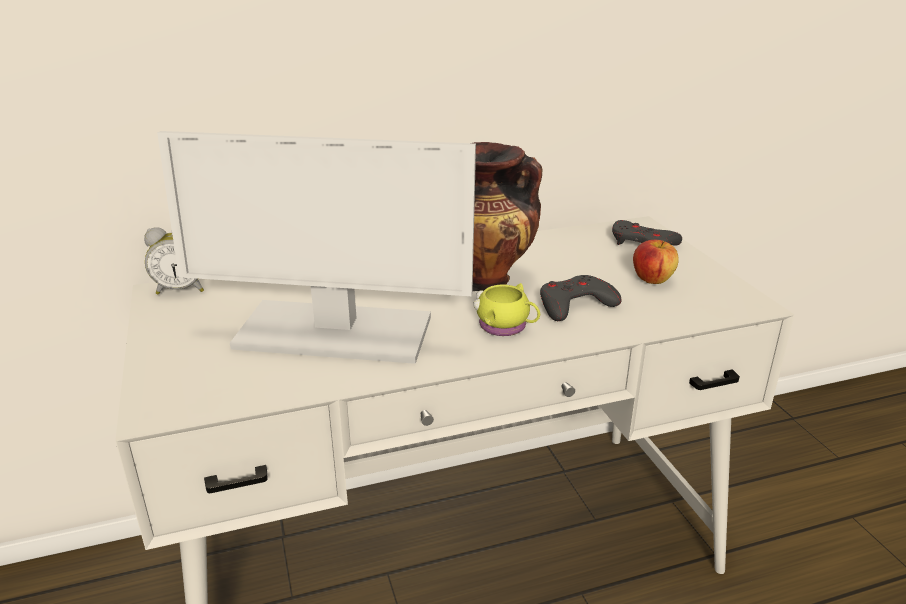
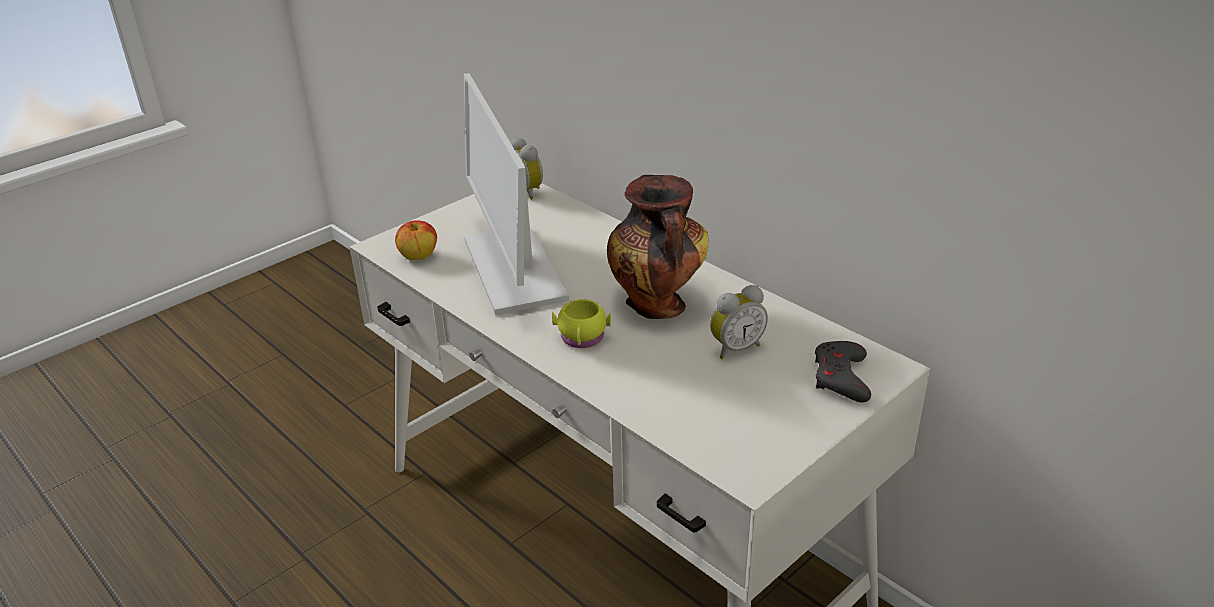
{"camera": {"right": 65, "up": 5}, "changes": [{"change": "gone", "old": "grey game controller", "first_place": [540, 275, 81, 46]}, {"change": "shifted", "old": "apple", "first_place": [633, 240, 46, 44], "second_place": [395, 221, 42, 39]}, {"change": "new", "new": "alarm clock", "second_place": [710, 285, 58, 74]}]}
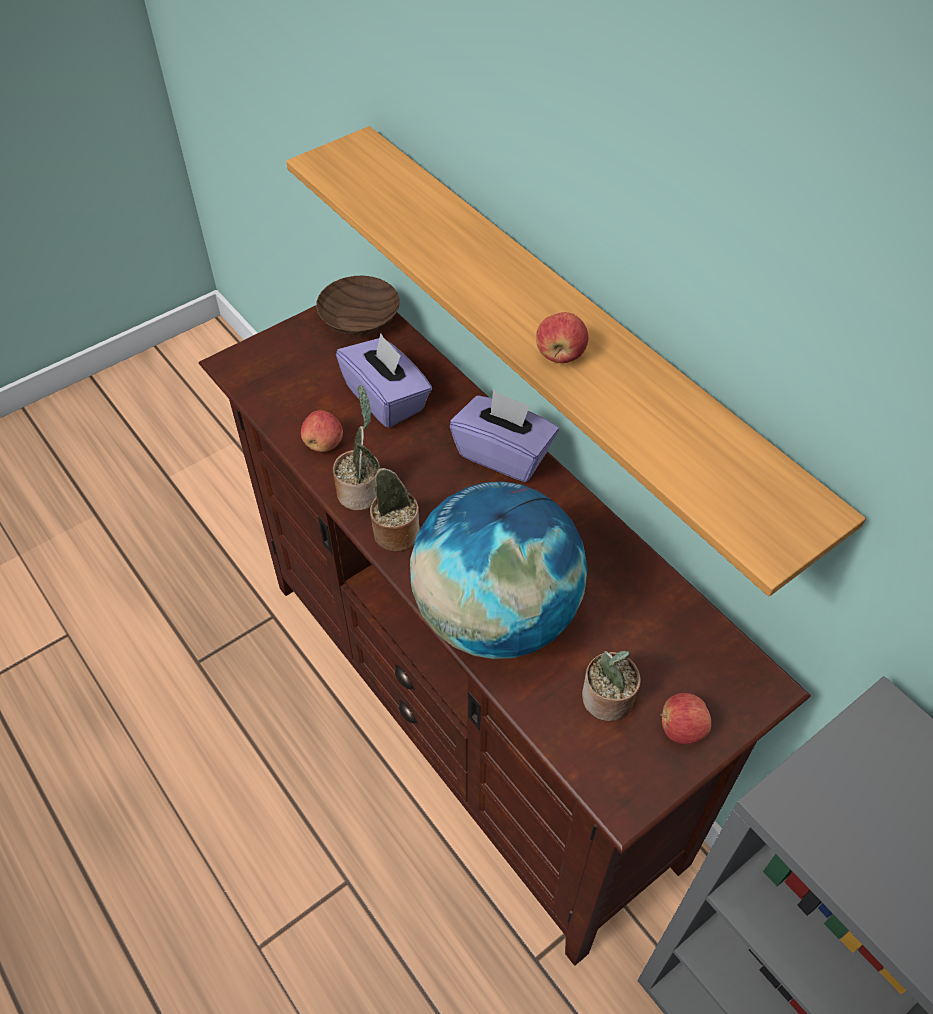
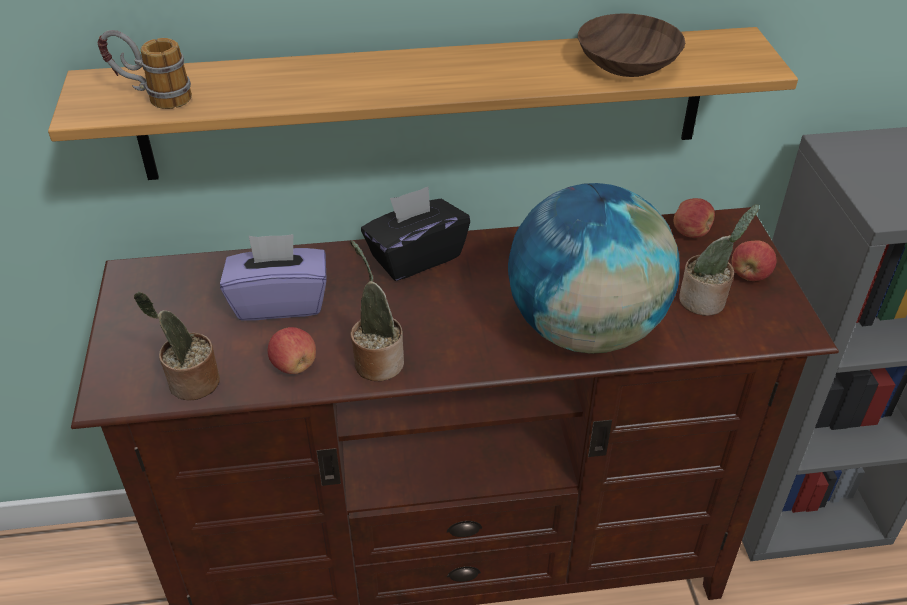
{"camera": {"right": -60, "up": -10}, "changes": [{"change": "shifted", "old": "brown bowl", "first_place": [316, 276, 84, 59], "second_place": [578, 13, 107, 64]}, {"change": "shifted", "old": "potted plant", "first_place": [356, 444, 64, 108], "second_place": [134, 292, 86, 108]}, {"change": "repainted", "old": "purple tissue box", "new": "black tissue box", "first_place": [450, 389, 109, 93], "second_place": [361, 187, 109, 94]}, {"change": "shifted", "old": "apple", "first_place": [536, 312, 52, 51], "second_place": [673, 198, 42, 40]}, {"change": "new", "new": "mug", "second_place": [98, 30, 94, 79]}]}
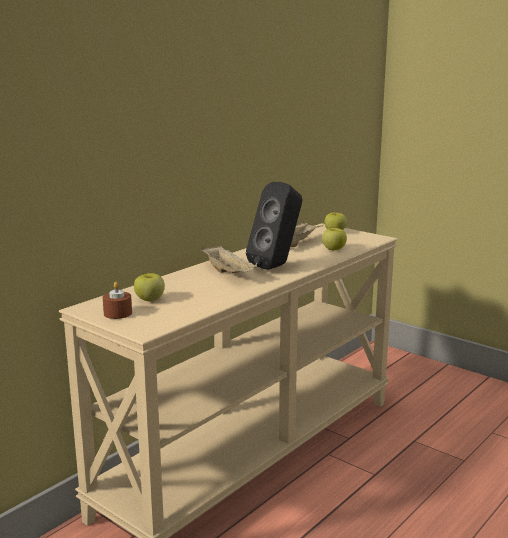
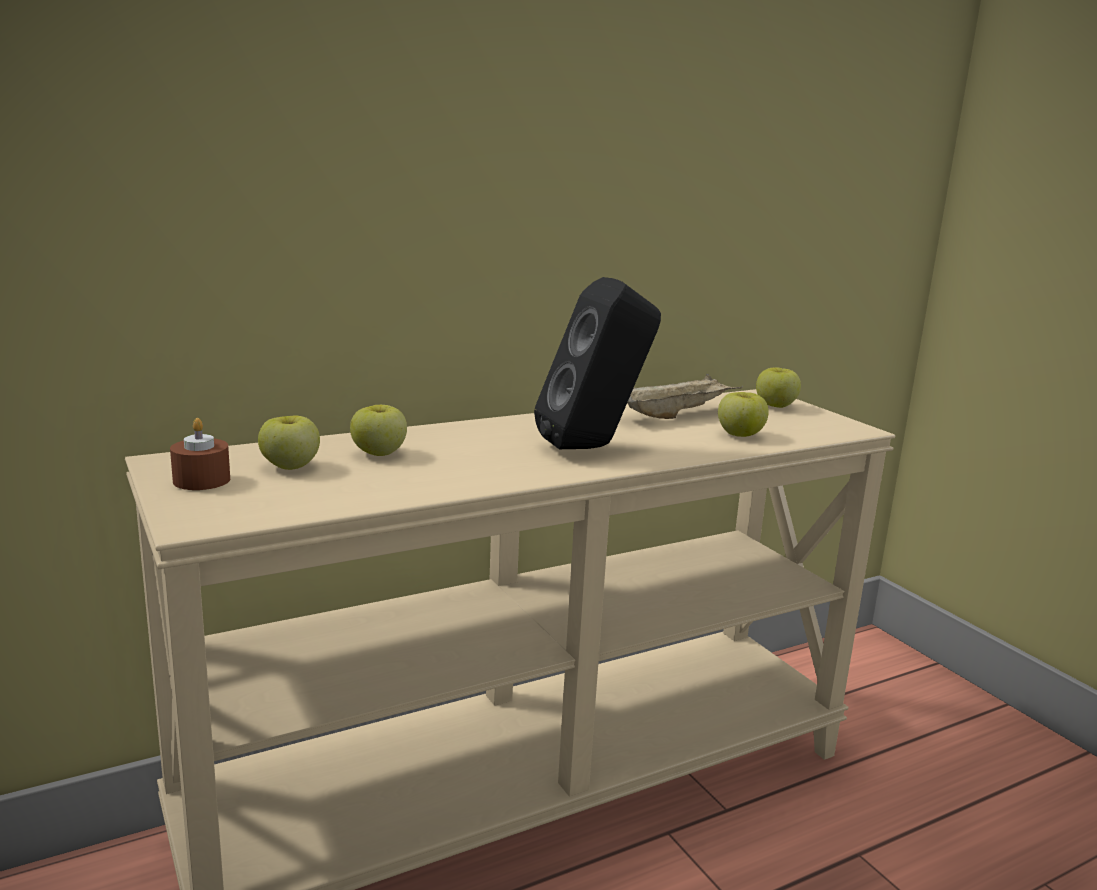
{"camera": {"right": 20, "up": 0}, "changes": [{"change": "gone", "old": "beige tray", "first_place": [201, 246, 56, 27]}, {"change": "new", "new": "apple", "second_place": [350, 405, 57, 51]}]}
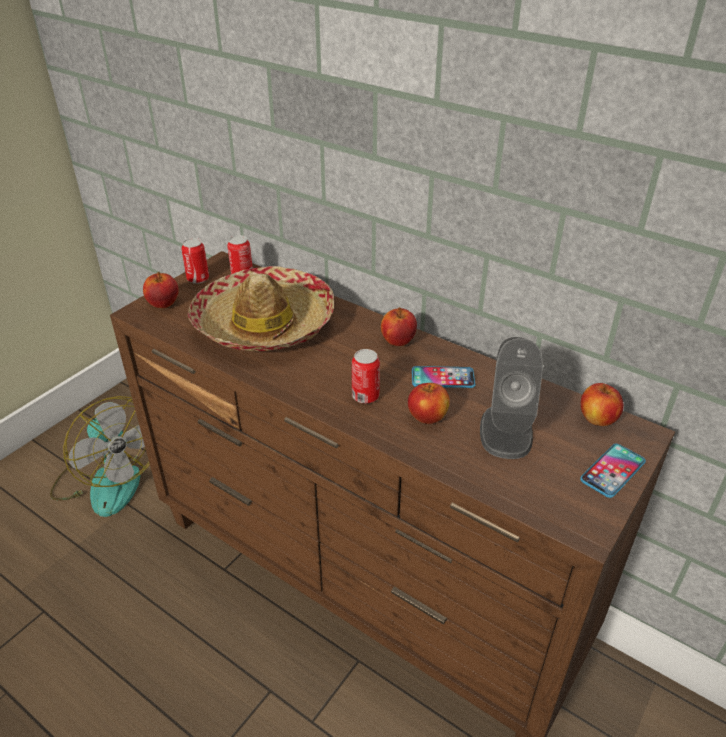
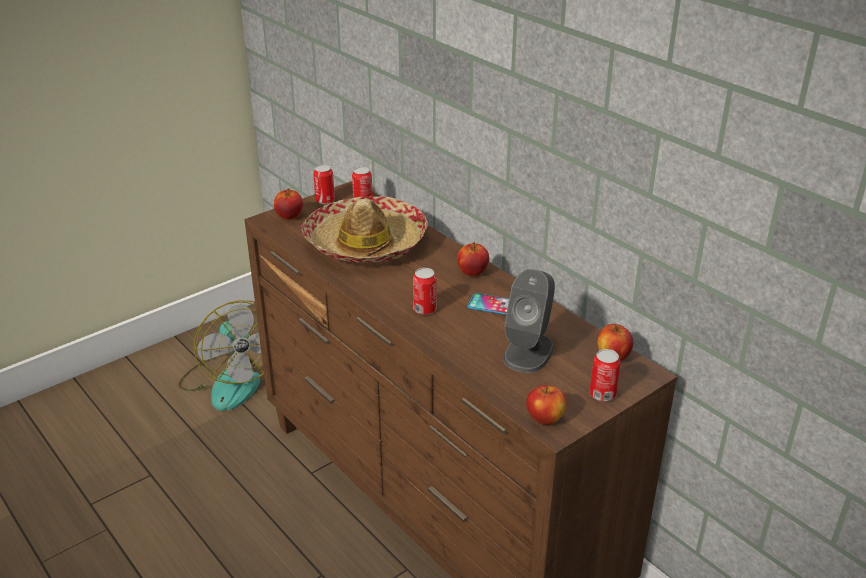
{"camera": {"right": 15, "up": -5}, "changes": [{"change": "shifted", "old": "apple", "first_place": [408, 383, 42, 41], "second_place": [526, 385, 41, 40]}, {"change": "swapped", "old": "phone", "new": "can", "first_place": [580, 444, 66, 54], "second_place": [590, 349, 31, 53]}]}
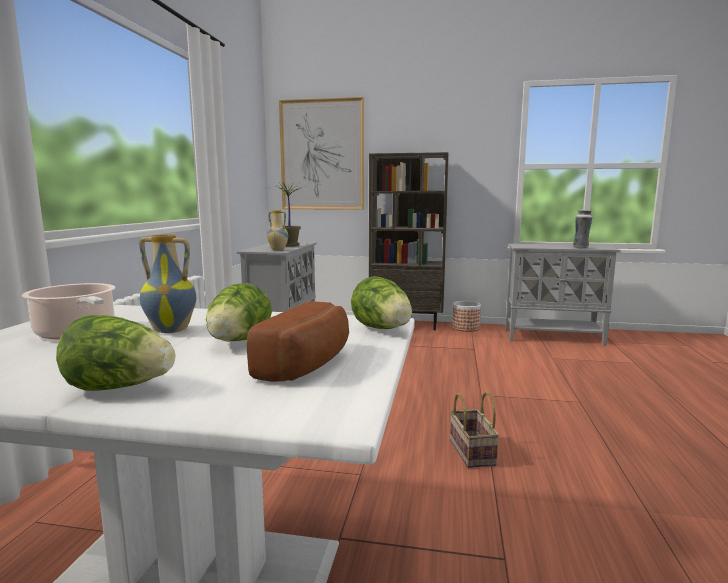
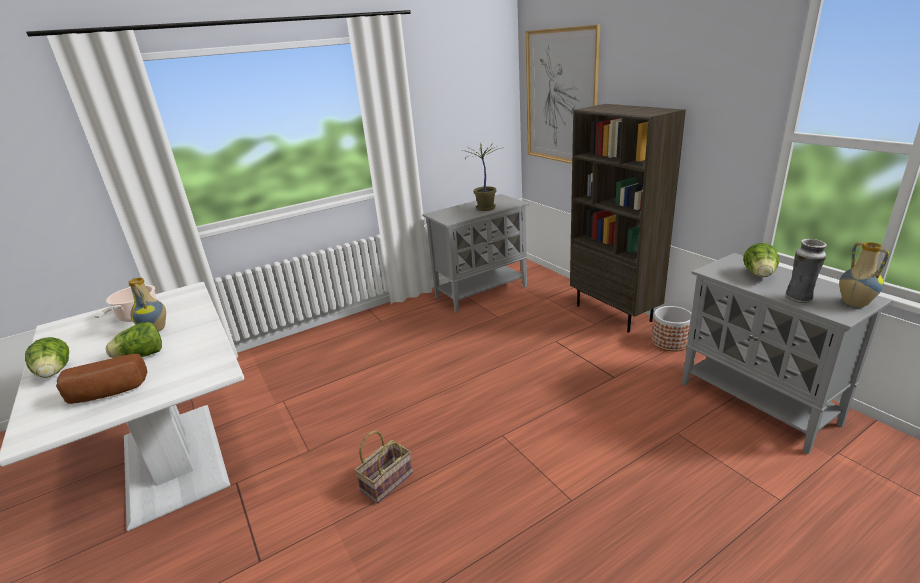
{"camera": {"right": 50, "up": 15}, "changes": [{"change": "shifted", "old": "vase", "first_place": [267, 210, 22, 40], "second_place": [839, 242, 50, 65]}, {"change": "shifted", "old": "lettuce", "first_place": [351, 276, 61, 53], "second_place": [743, 243, 37, 34]}]}
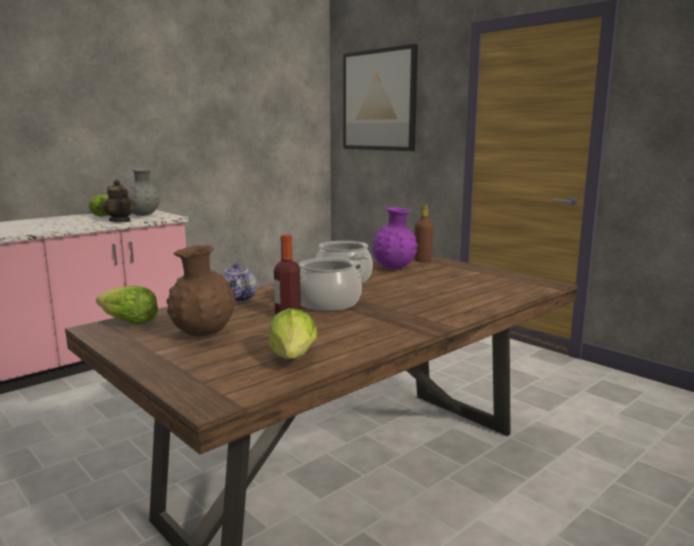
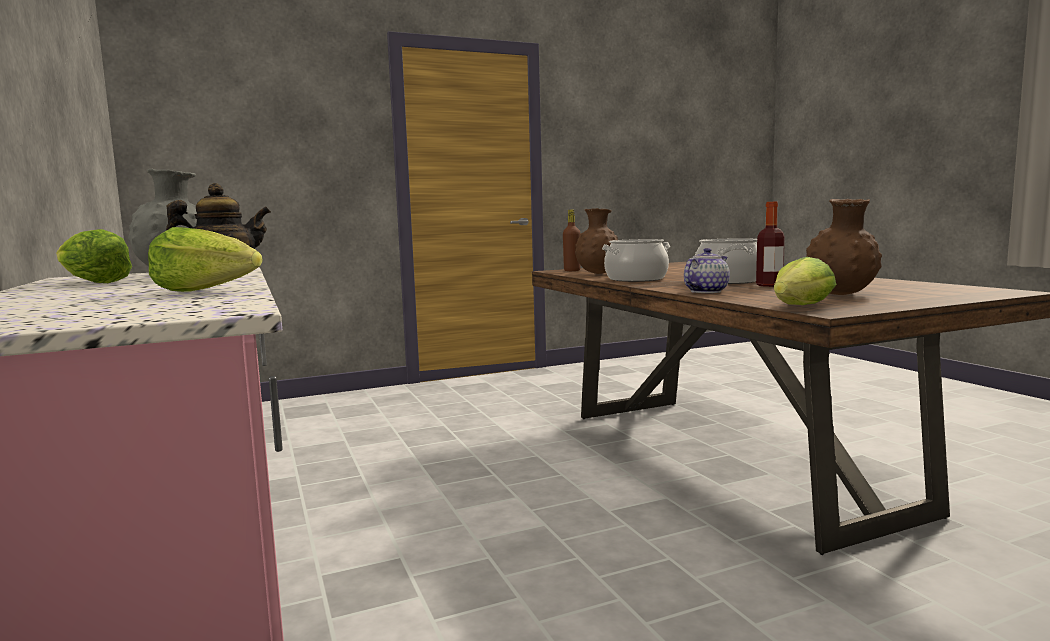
{"camera": {"right": -70, "up": -5}, "changes": [{"change": "rotated", "old": "teapot", "first_place": [222, 263, 34, 40], "second_place": [684, 248, 46, 45], "degrees": -60}, {"change": "shifted", "old": "lettuce", "first_place": [269, 308, 49, 51], "second_place": [148, 227, 115, 65]}, {"change": "gone", "old": "picture", "first_place": [343, 44, 75, 107]}, {"change": "repainted", "old": "purple vase", "new": "brown vase", "first_place": [372, 207, 46, 62], "second_place": [575, 208, 43, 66]}]}
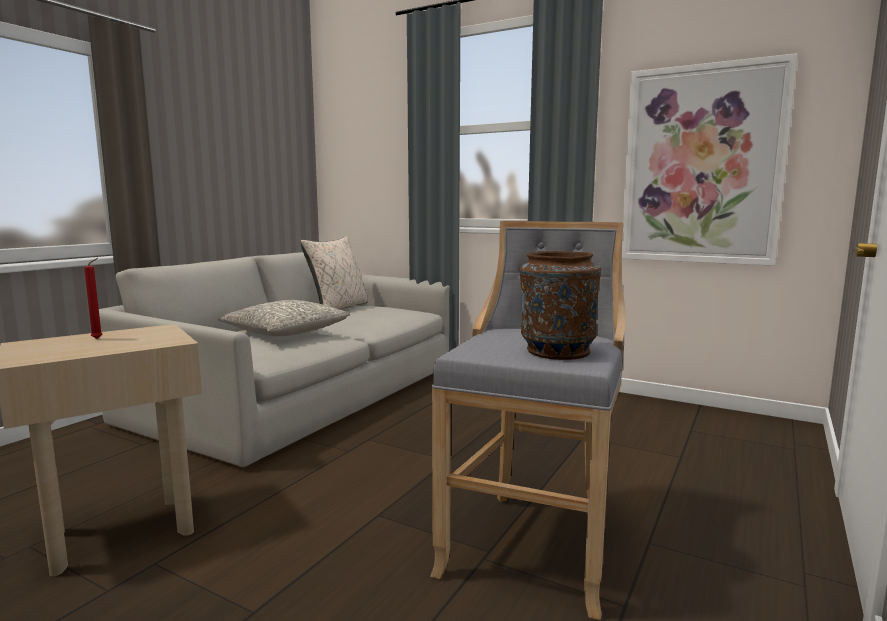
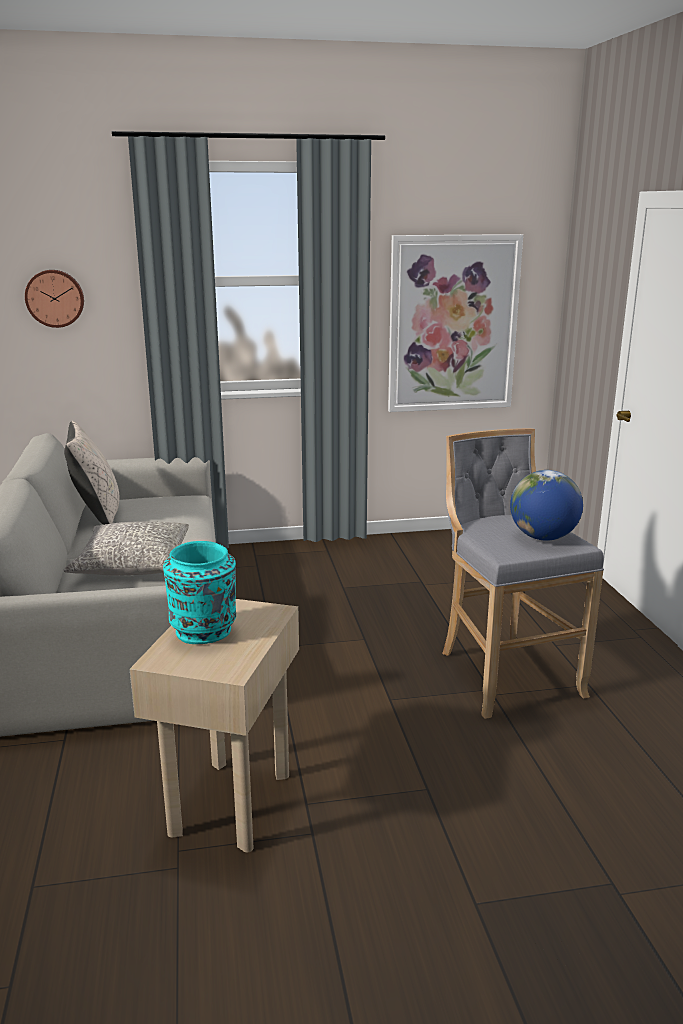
{"camera": {"right": -40, "up": 10}, "changes": [{"change": "swapped", "old": "red candle", "new": "turquoise vase", "first_place": [84, 258, 18, 81], "second_place": [163, 541, 73, 103]}, {"change": "swapped", "old": "brown vase", "new": "globe", "first_place": [519, 251, 82, 109], "second_place": [510, 470, 73, 71]}, {"change": "new", "new": "wall clock", "second_place": [25, 270, 59, 58]}]}
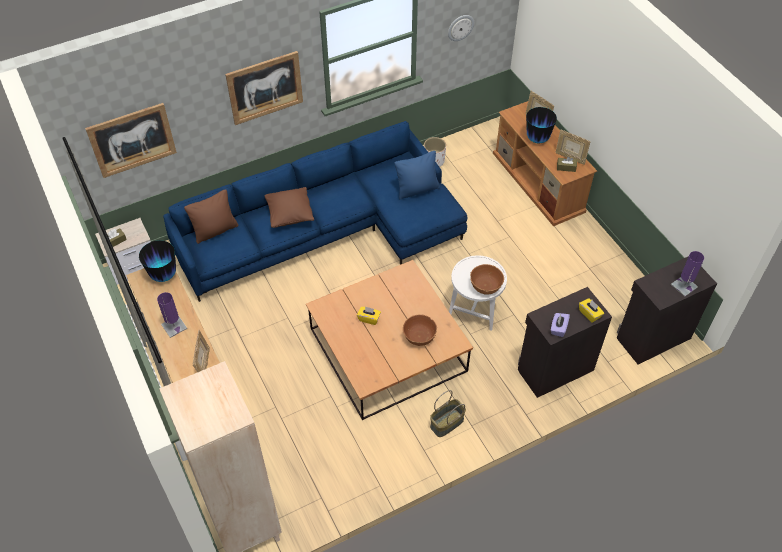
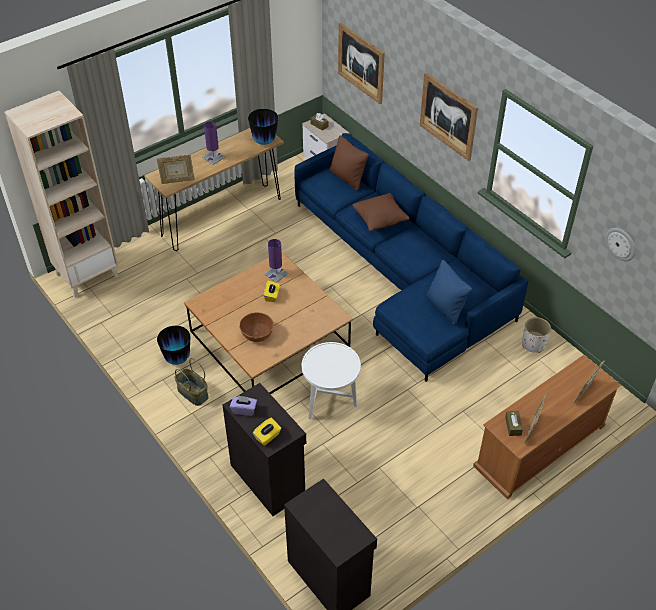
{"camera": {"right": 80, "up": -5}, "changes": [{"change": "gone", "old": "brown bowl", "first_place": [470, 264, 34, 31]}, {"change": "shifted", "old": "vase", "first_place": [526, 107, 31, 36], "second_place": [157, 326, 33, 39]}, {"change": "shifted", "old": "purple table lamp", "first_place": [671, 251, 33, 45], "second_place": [264, 239, 24, 44]}]}
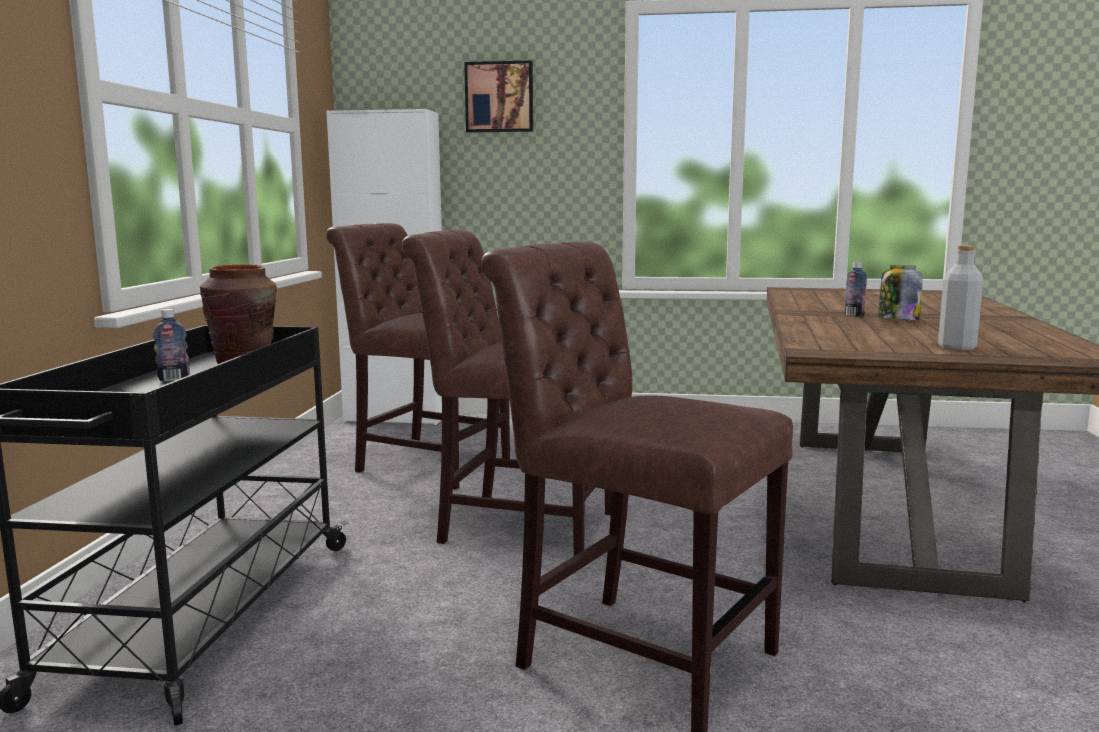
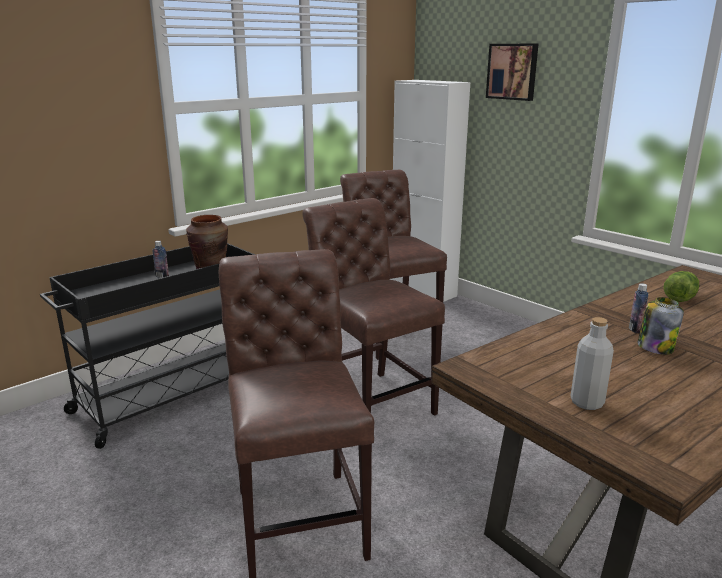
{"camera": {"right": 40, "up": 10}, "changes": [{"change": "new", "new": "lettuce", "second_place": [663, 271, 36, 31]}]}
